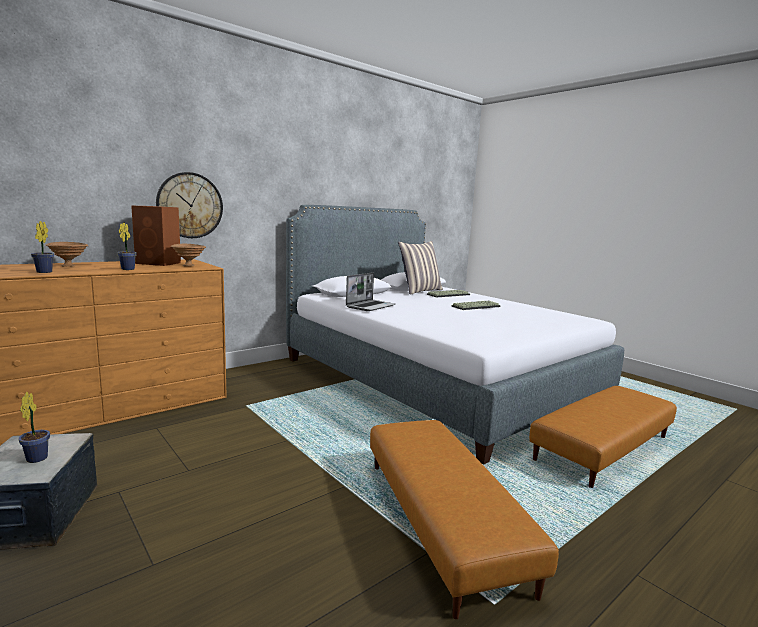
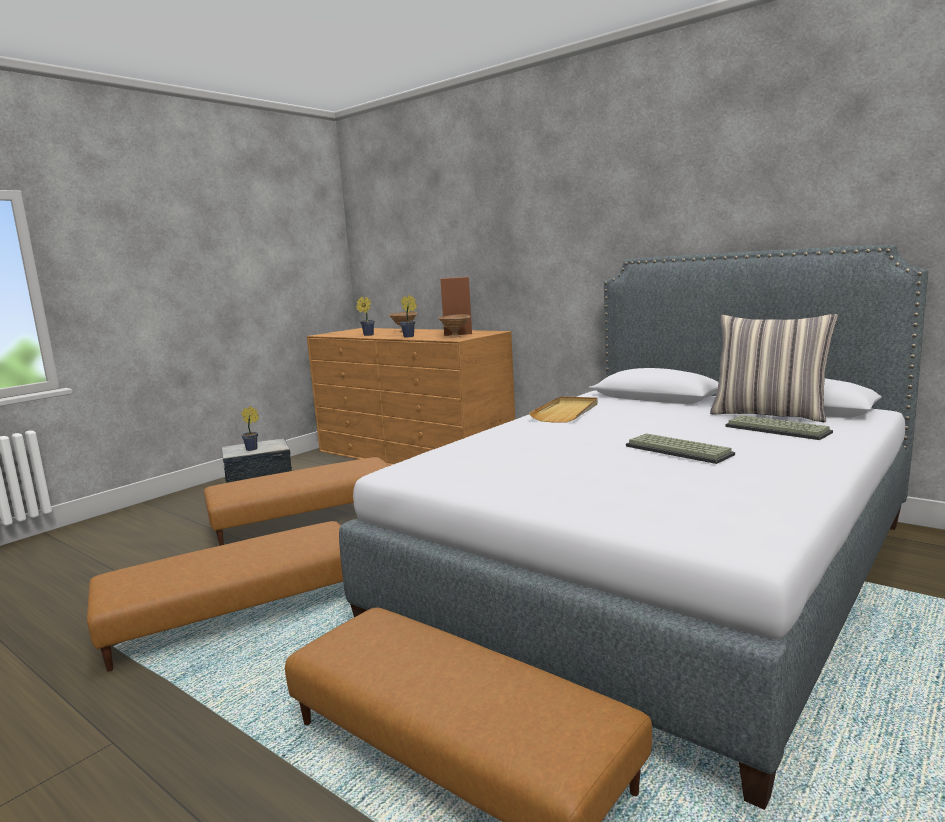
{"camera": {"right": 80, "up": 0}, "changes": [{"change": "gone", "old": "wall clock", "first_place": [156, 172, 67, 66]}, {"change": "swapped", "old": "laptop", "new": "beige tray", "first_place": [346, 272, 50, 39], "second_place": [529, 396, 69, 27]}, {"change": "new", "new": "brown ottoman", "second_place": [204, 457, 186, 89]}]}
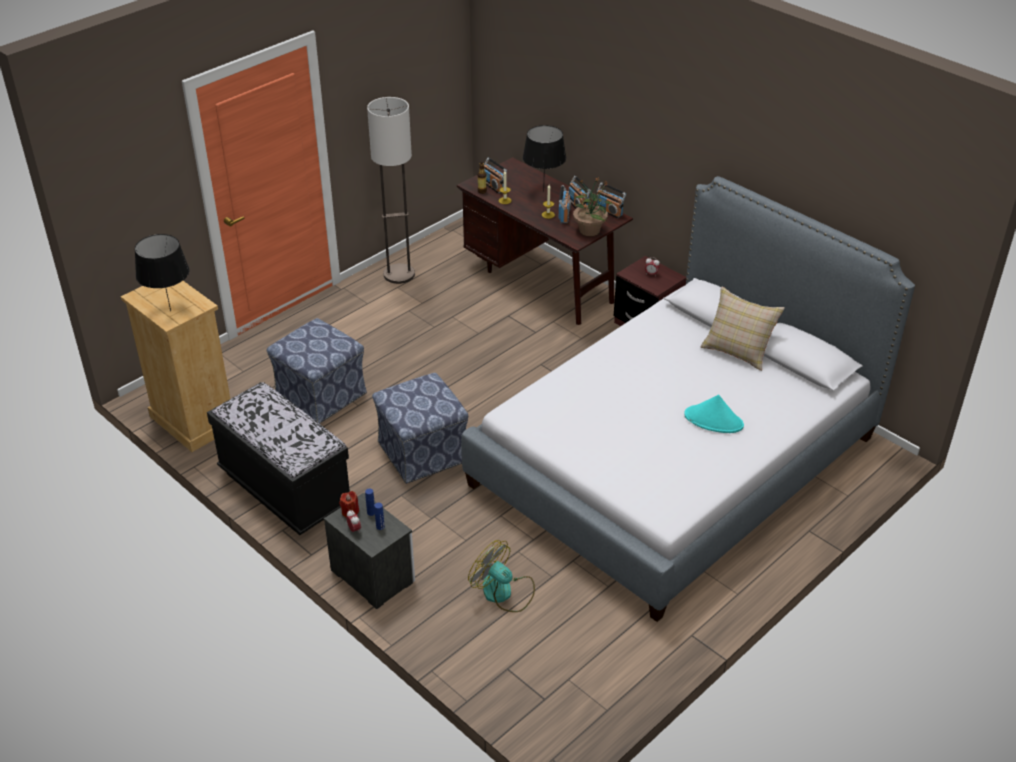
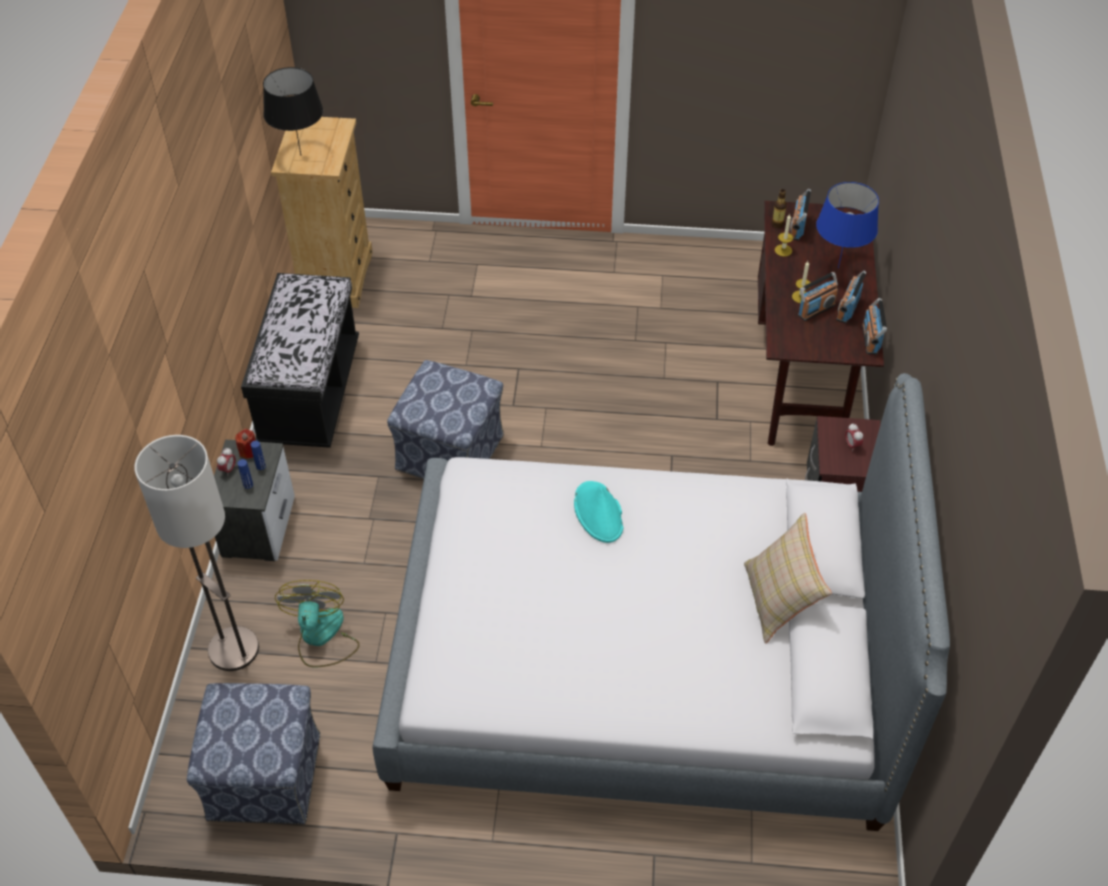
{"camera": {"right": 50, "up": 10}, "changes": [{"change": "shifted", "old": "ottoman", "first_place": [266, 318, 101, 106], "second_place": [187, 683, 133, 141]}, {"change": "shifted", "old": "floor lamp", "first_place": [367, 97, 48, 187], "second_place": [134, 435, 125, 236]}, {"change": "repainted", "old": "black table lamp", "new": "blue table lamp", "first_place": [523, 125, 43, 67], "second_place": [816, 182, 63, 86]}, {"change": "gone", "old": "potted plant", "first_place": [573, 178, 39, 58]}, {"change": "shifted", "old": "turquoise hat", "first_place": [684, 395, 60, 38], "second_place": [574, 481, 50, 62]}]}
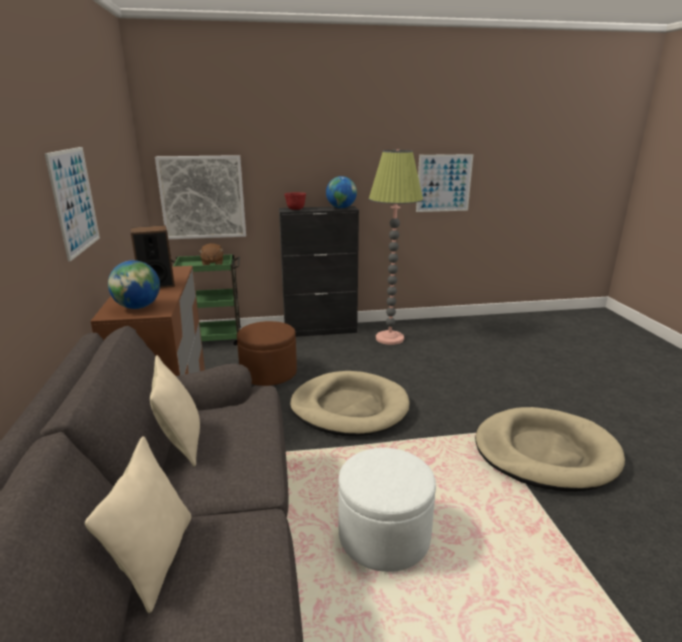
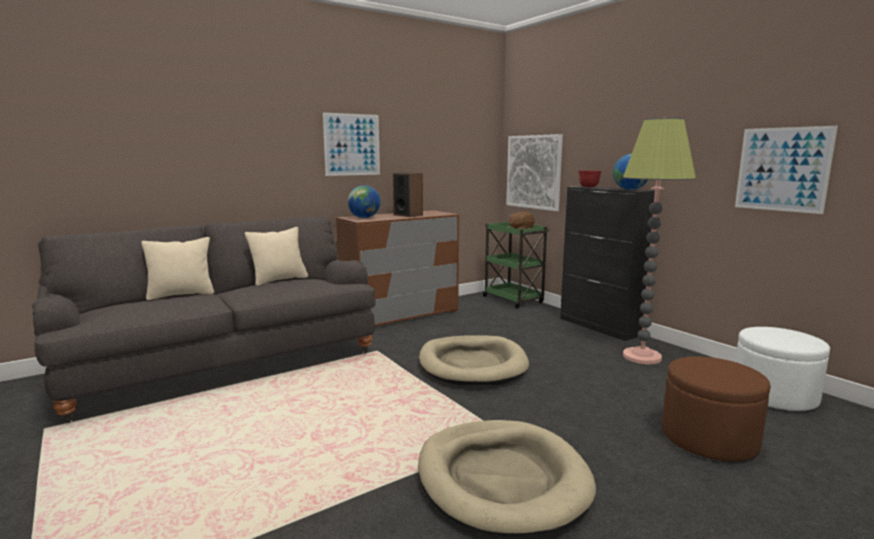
{"camera": {"right": 65, "up": -10}, "changes": [{"change": "shifted", "old": "brown ottoman", "first_place": [237, 321, 60, 65], "second_place": [662, 356, 109, 106]}, {"change": "shifted", "old": "white ottoman", "first_place": [338, 448, 98, 124], "second_place": [735, 327, 95, 84]}]}
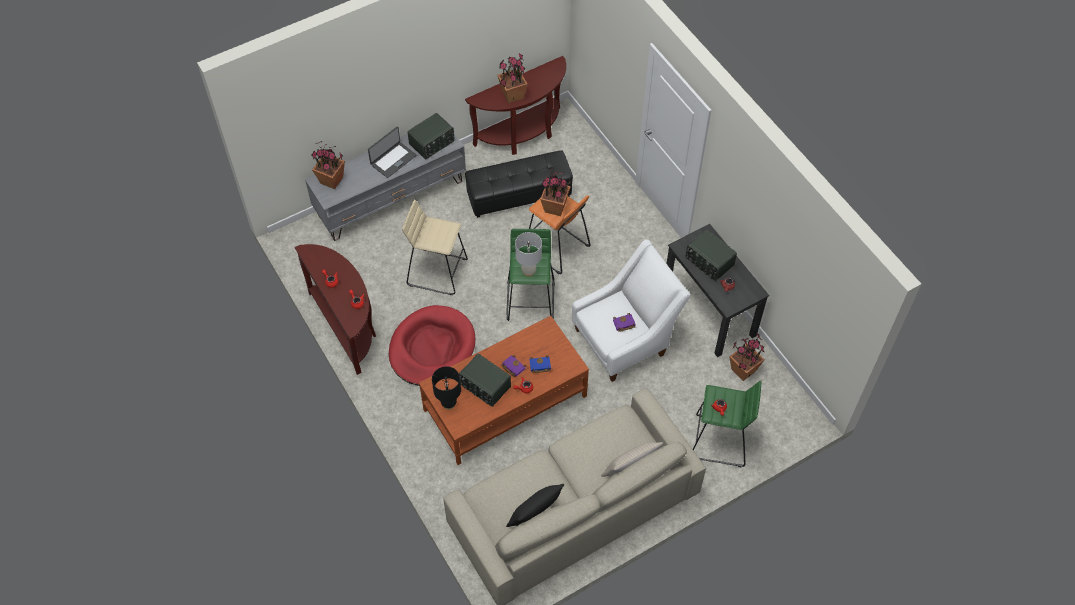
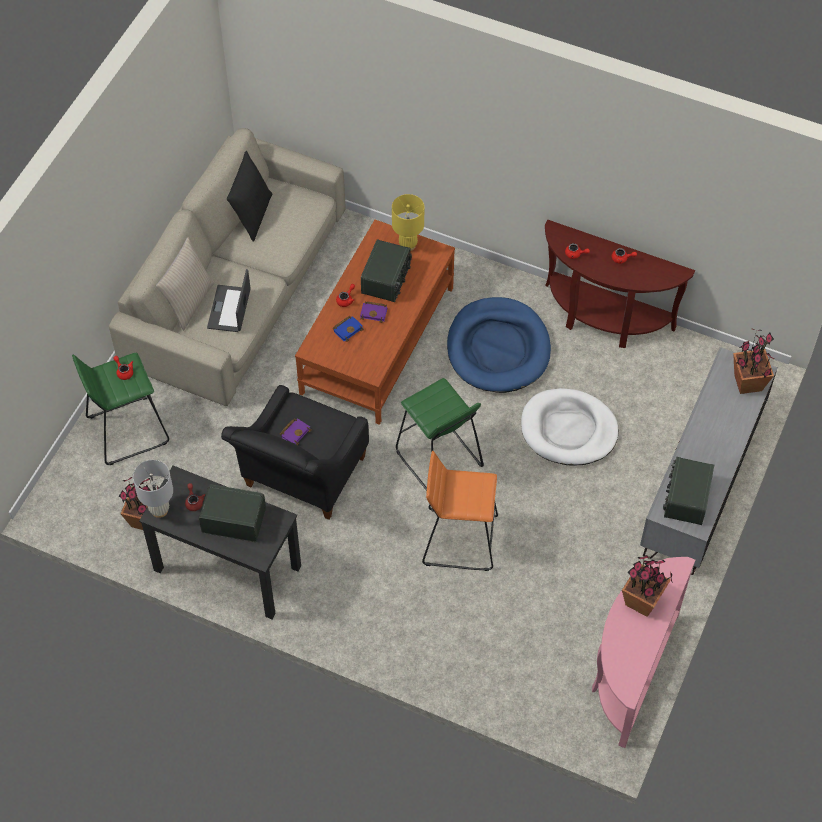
{"camera": {"right": 145, "up": 0}, "changes": [{"change": "shifted", "old": "laptop", "first_place": [368, 126, 48, 52], "second_place": [207, 269, 44, 63]}, {"change": "repainted", "old": "red dog bed", "new": "blue dog bed", "first_place": [389, 305, 86, 81], "second_place": [447, 297, 104, 96]}, {"change": "swapped", "old": "beige stool", "new": "white dog bed", "first_place": [402, 199, 66, 96], "second_place": [521, 388, 98, 78]}, {"change": "repainted", "old": "black table lamp", "new": "yellow table lamp", "first_place": [432, 366, 29, 44], "second_place": [392, 194, 32, 57]}, {"change": "rotated", "old": "radio", "first_place": [459, 354, 52, 53], "second_place": [361, 239, 51, 63], "degrees": 105}, {"change": "repainted", "old": "brown console table", "new": "pink console table", "first_place": [465, 56, 101, 99], "second_place": [592, 557, 103, 191]}, {"change": "gone", "old": "black ottoman", "first_place": [465, 150, 108, 68]}, {"change": "shifted", "old": "white table lamp", "first_place": [515, 232, 27, 44], "second_place": [133, 460, 40, 58]}, {"change": "gone", "old": "potted plant", "first_place": [540, 169, 32, 47]}, {"change": "repainted", "old": "white armchair", "new": "black armchair", "first_place": [572, 240, 119, 142], "second_place": [221, 385, 148, 135]}]}
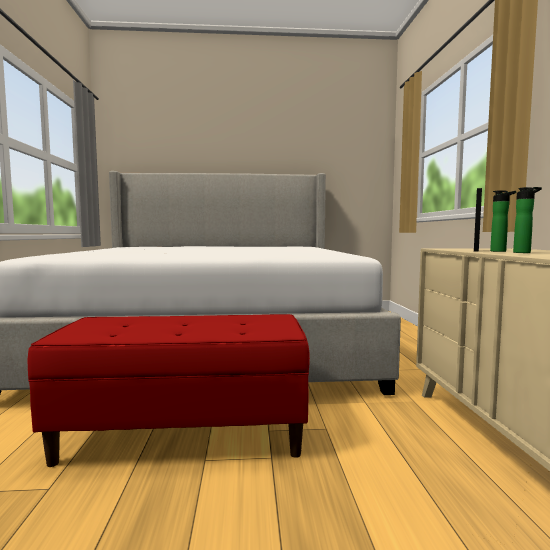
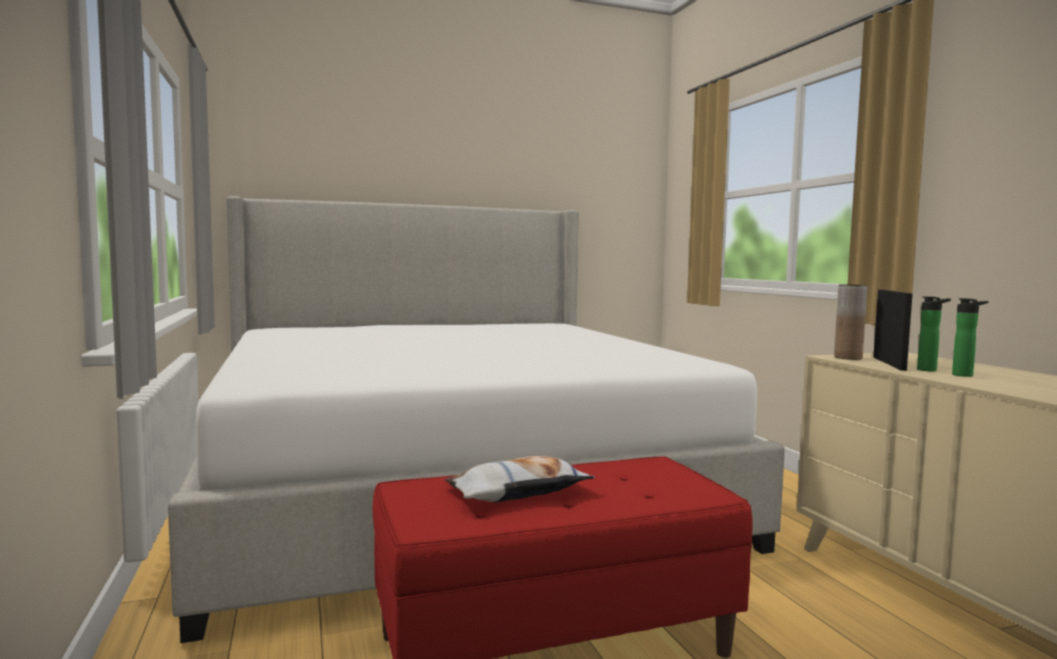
{"camera": {"right": -15, "up": 0}, "changes": [{"change": "new", "new": "pillow", "second_place": [444, 456, 151, 46]}, {"change": "new", "new": "brown vase", "second_place": [834, 284, 34, 76]}]}
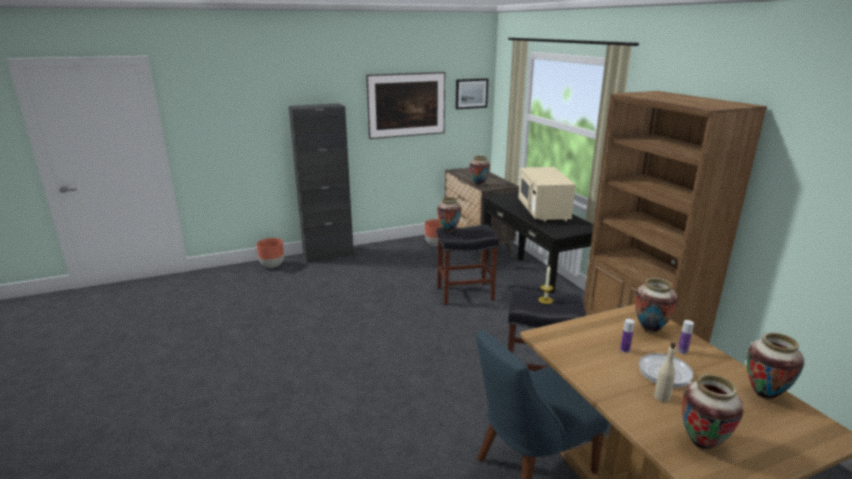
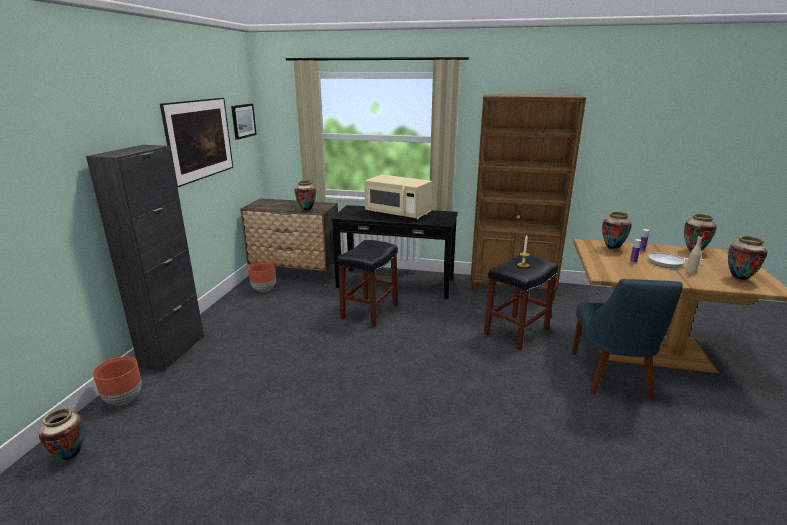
{"camera": {"right": -55, "up": 0}, "changes": [{"change": "shifted", "old": "vase", "first_place": [437, 197, 25, 36], "second_place": [39, 408, 45, 52]}]}
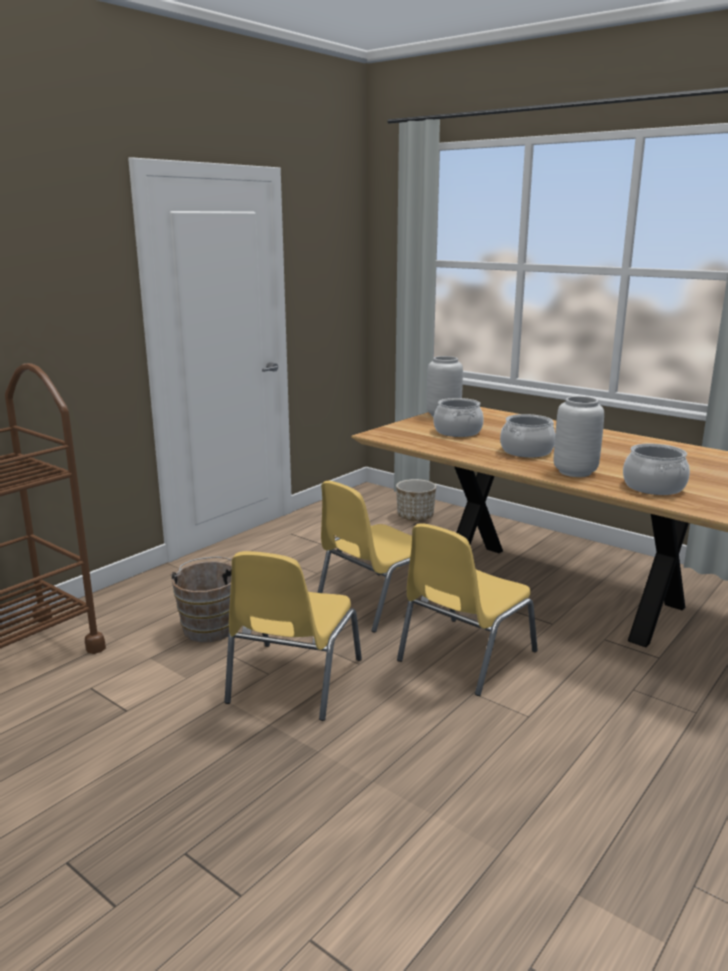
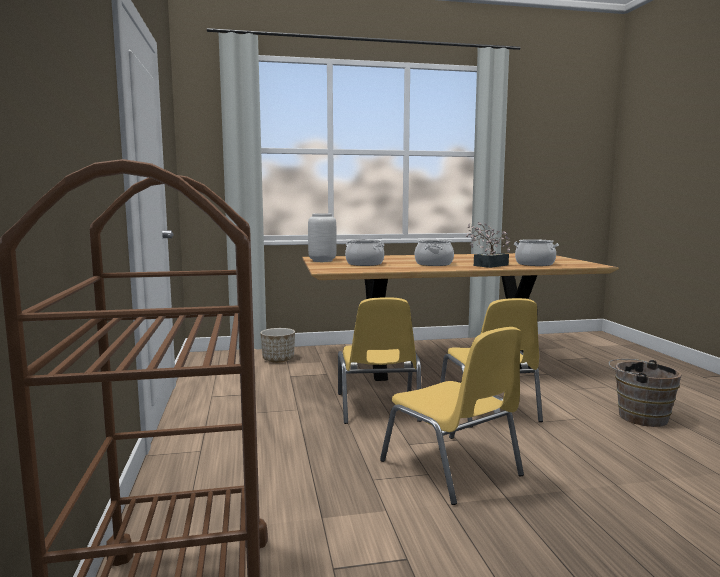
{"camera": {"right": -50, "up": -10}, "changes": [{"change": "shifted", "old": "brown bucket", "first_place": [170, 557, 62, 85], "second_place": [609, 359, 73, 68]}, {"change": "swapped", "old": "grey vase", "new": "potted plant", "first_place": [554, 396, 50, 81], "second_place": [466, 222, 44, 46]}]}
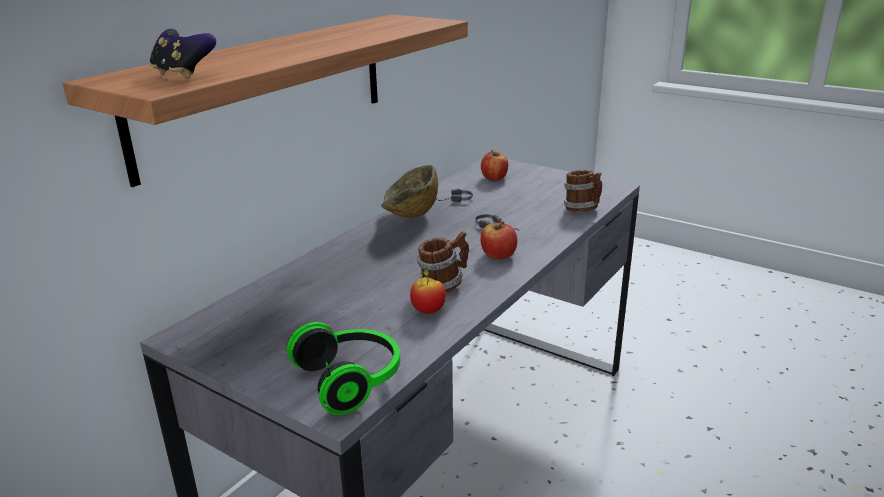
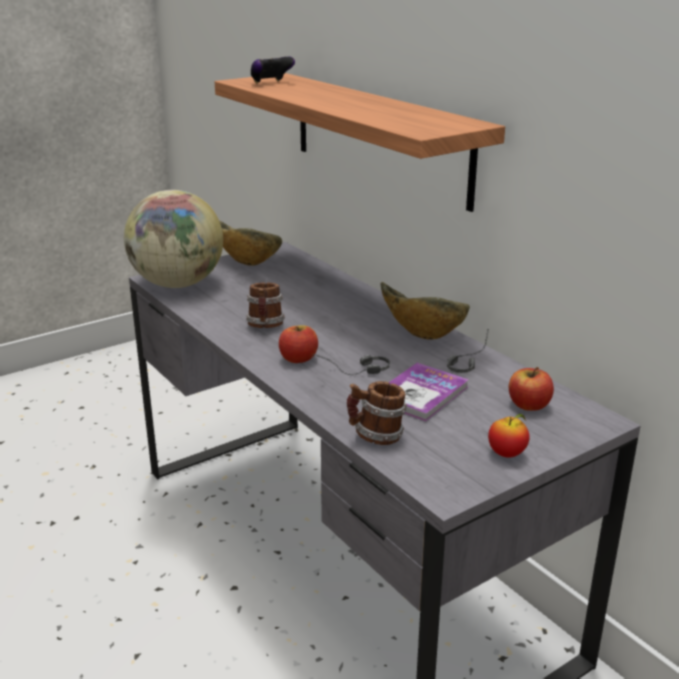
{"camera": {"right": 110, "up": 0}, "changes": [{"change": "swapped", "old": "headphones", "new": "globe", "first_place": [287, 322, 113, 93], "second_place": [124, 190, 99, 98]}, {"change": "shifted", "old": "apple", "first_place": [410, 270, 36, 44], "second_place": [488, 414, 41, 44]}, {"change": "new", "new": "bowl", "second_place": [219, 220, 63, 46]}, {"change": "new", "new": "book", "second_place": [389, 363, 80, 58]}]}
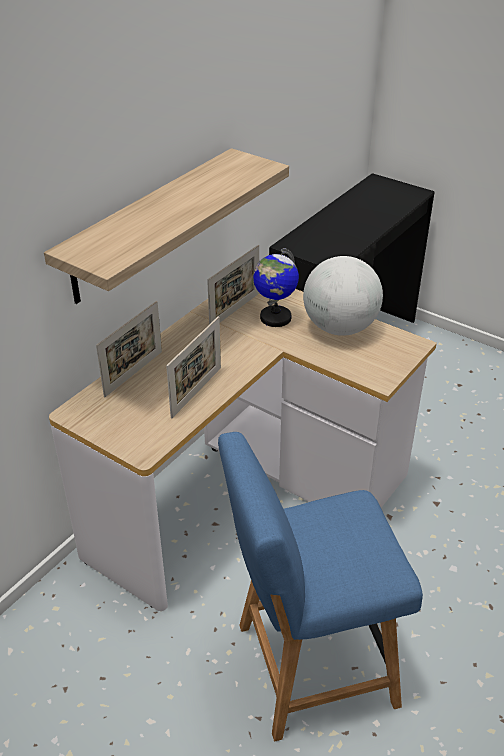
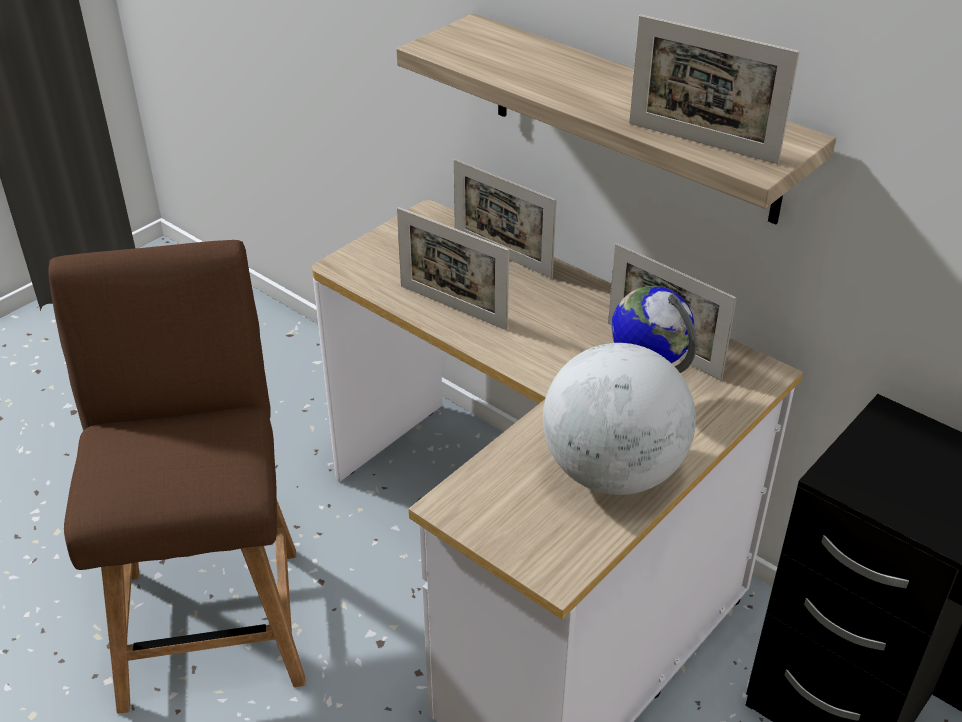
{"camera": {"right": 95, "up": 0}, "changes": [{"change": "repainted", "old": "blue chair", "new": "brown chair", "first_place": [218, 432, 205, 309], "second_place": [48, 240, 258, 474]}, {"change": "new", "new": "picture frame", "second_place": [629, 14, 171, 150]}]}
